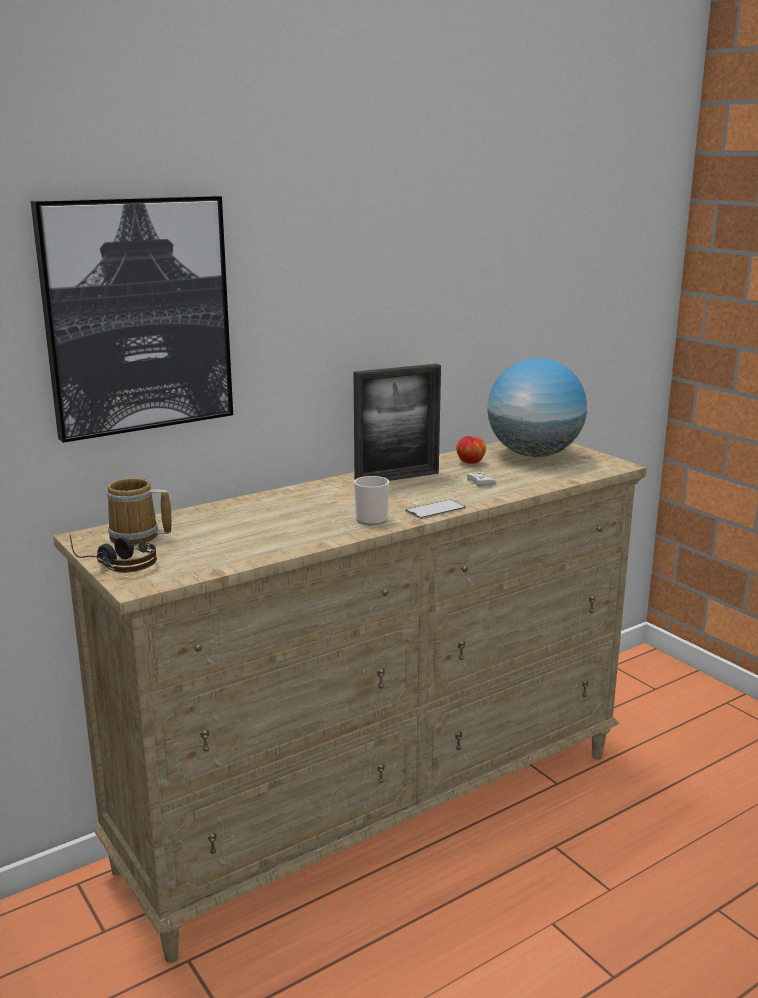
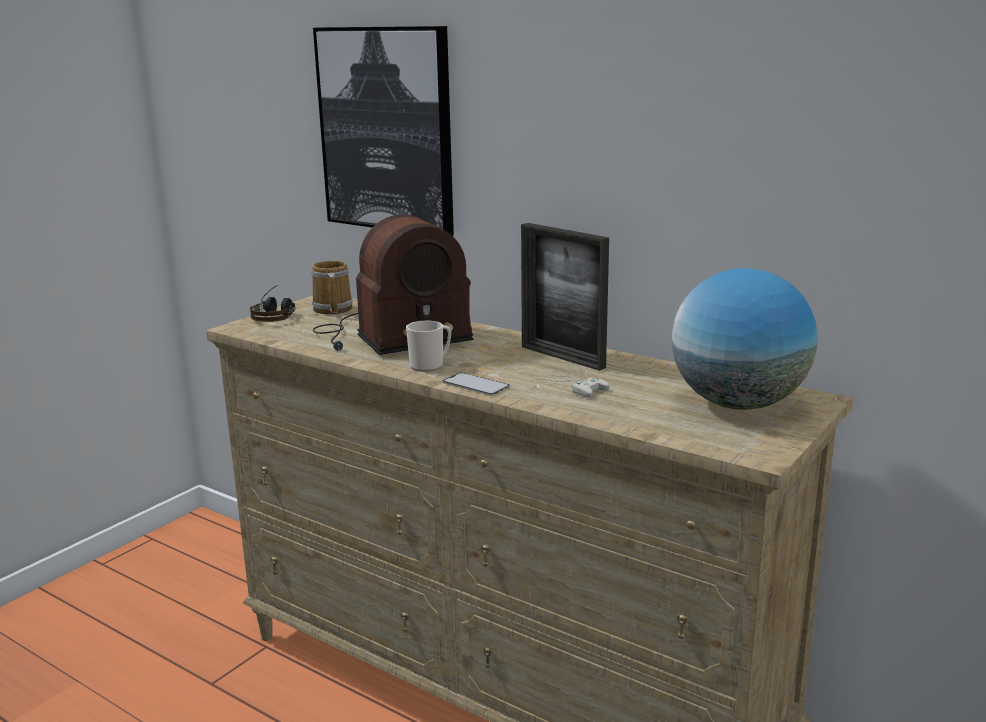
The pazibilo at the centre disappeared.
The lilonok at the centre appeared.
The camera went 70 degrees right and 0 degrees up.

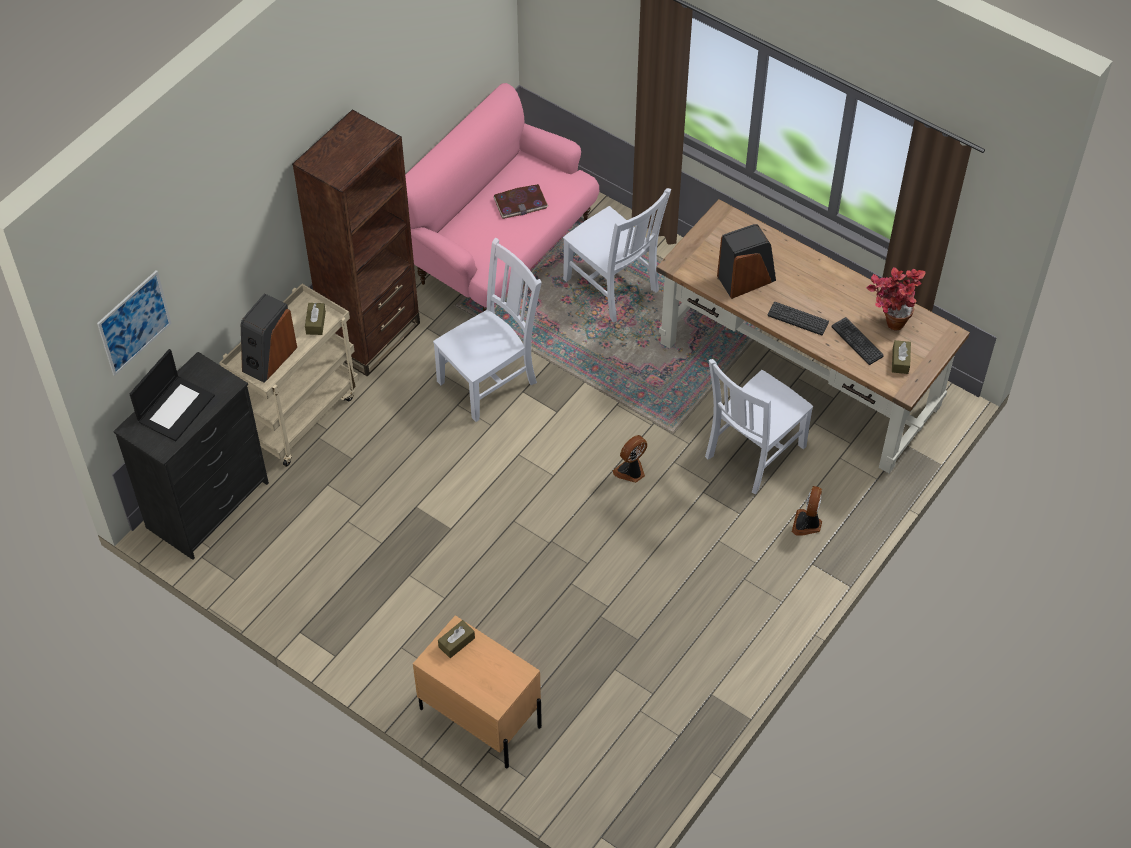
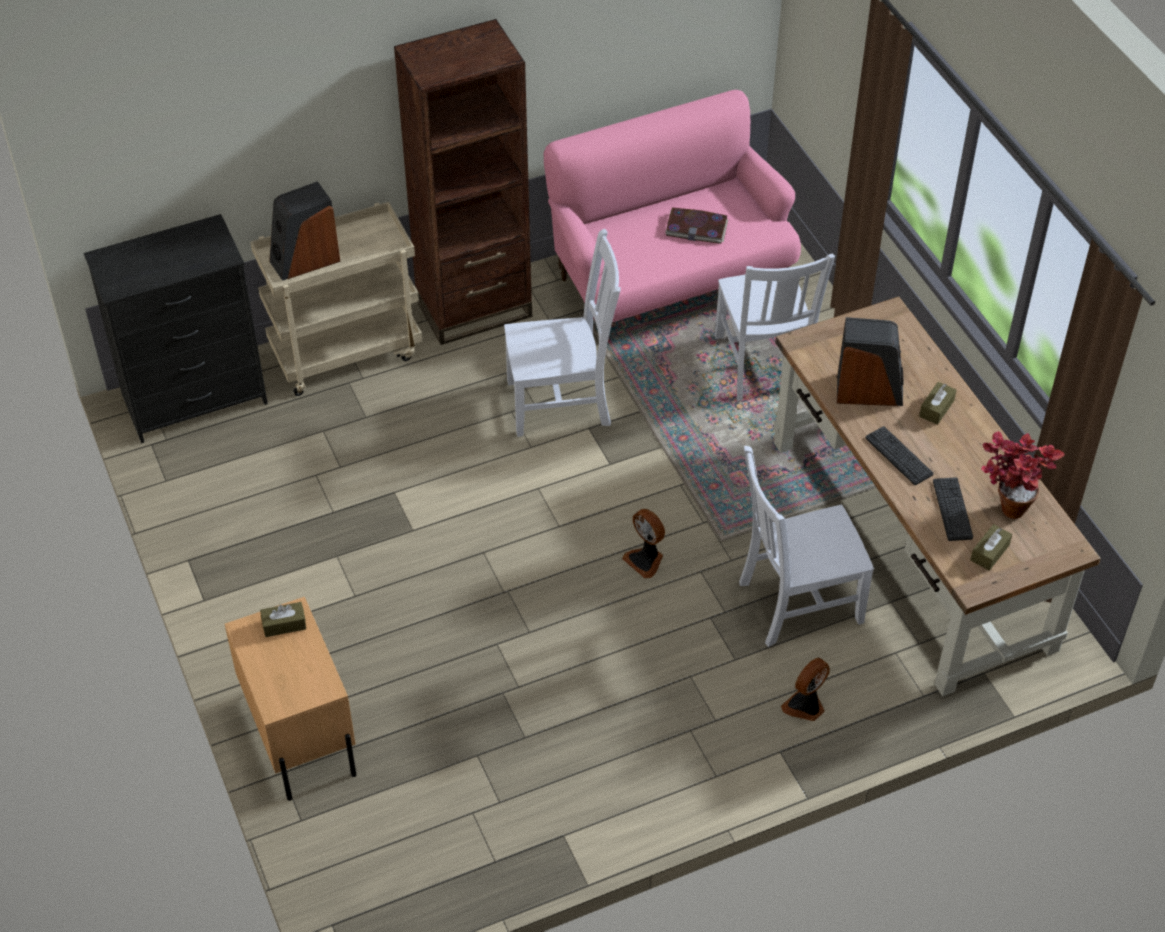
The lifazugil at the middle left disappeared.
The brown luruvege (1st from left in the first image) moved from the middle left to the middle right.
The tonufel at the middle left disappeared.
The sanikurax (1st from left) at the centre turned 120 degrees counterclockwise.
The camera went 30 degrees right and 5 degrees down.

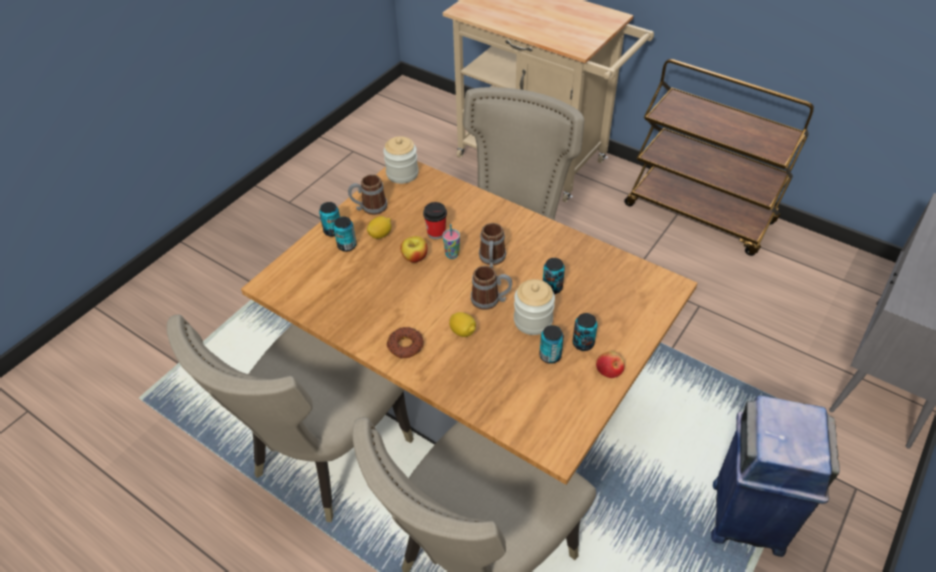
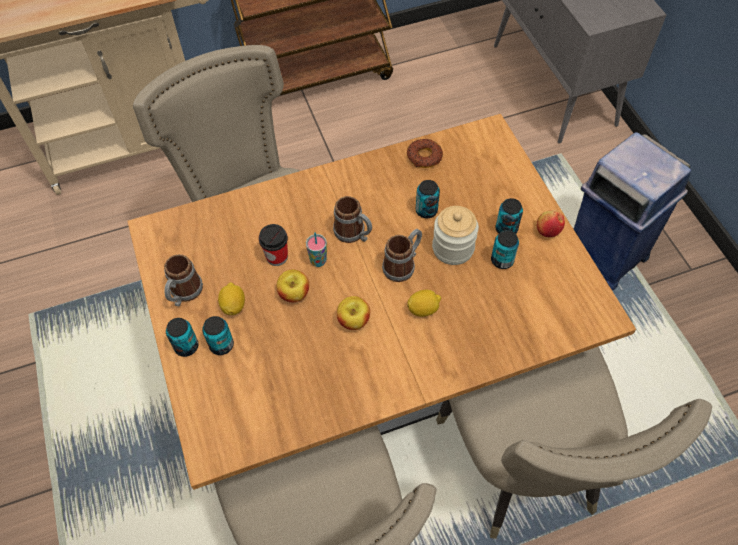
The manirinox (1st from left) at the top centre disappeared.
The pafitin moved from the centre to the top centre.
The pazibilo (2nd from left) at the centre appeared.
The camera went 55 degrees left and 10 degrees up.

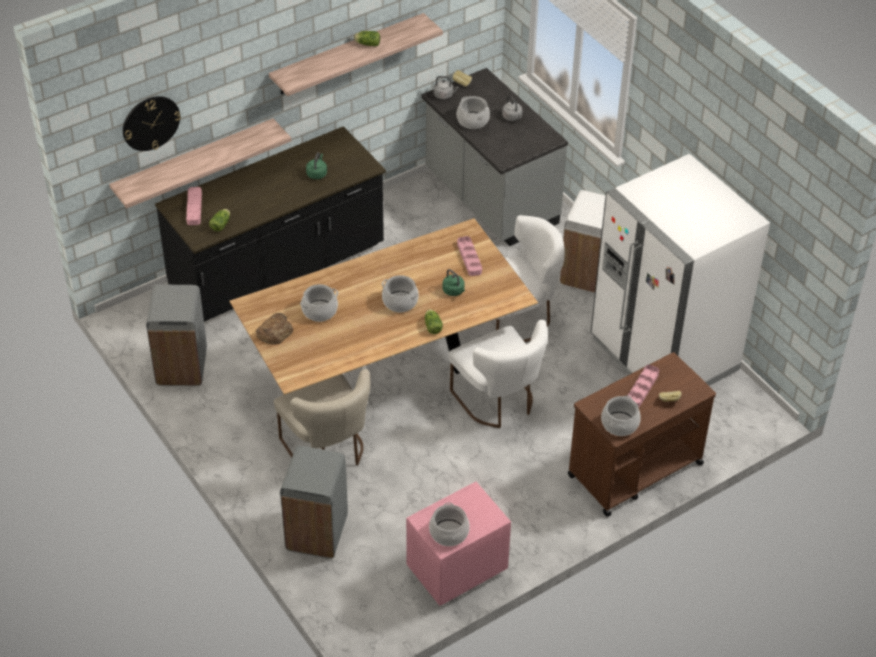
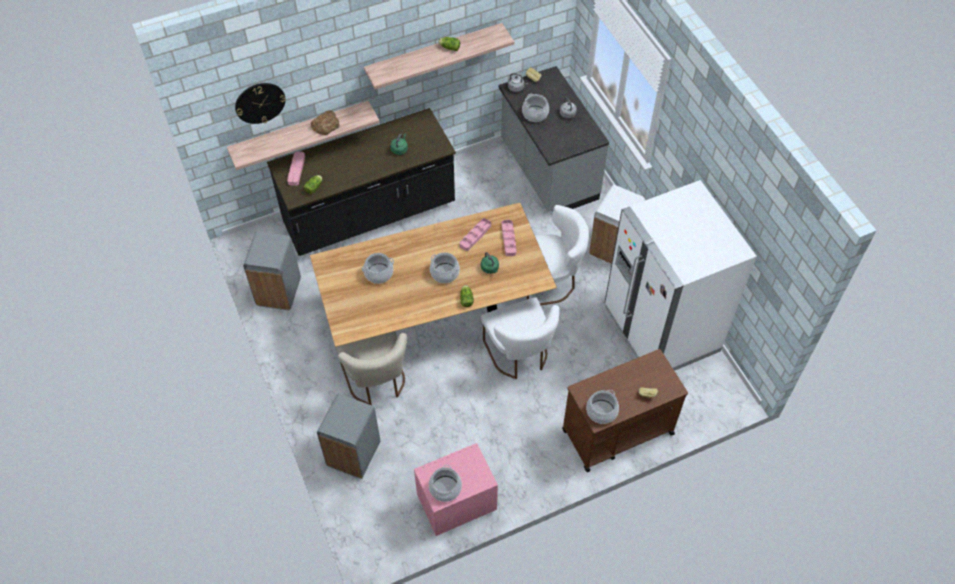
The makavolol (1st from left) moved from the middle left to the top centre.
The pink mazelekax (3rd from left in the first image) moved from the middle right to the centre.
The camera went 10 degrees right and 10 degrees up.

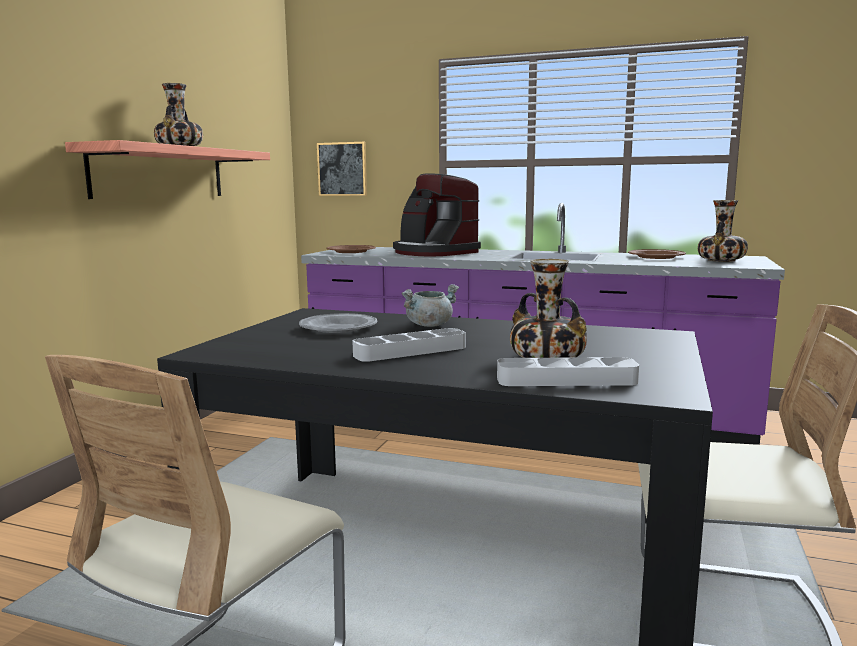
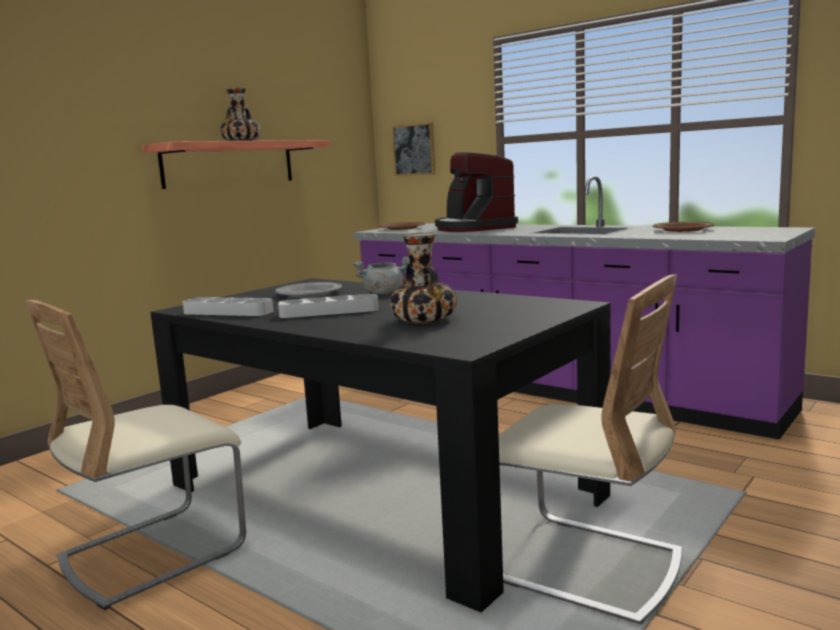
The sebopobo (3rd from left) at the middle right disappeared.
The grey mazelekax (2nd from left in the first image) moved from the centre to the middle left.
The camera went 20 degrees right and 0 degrees up.

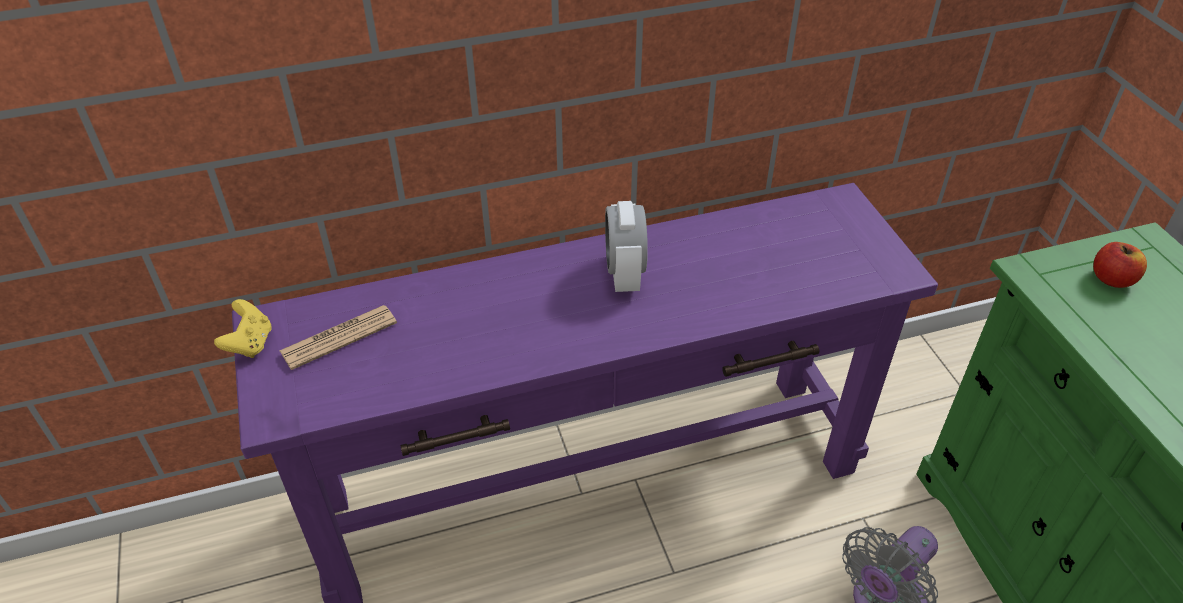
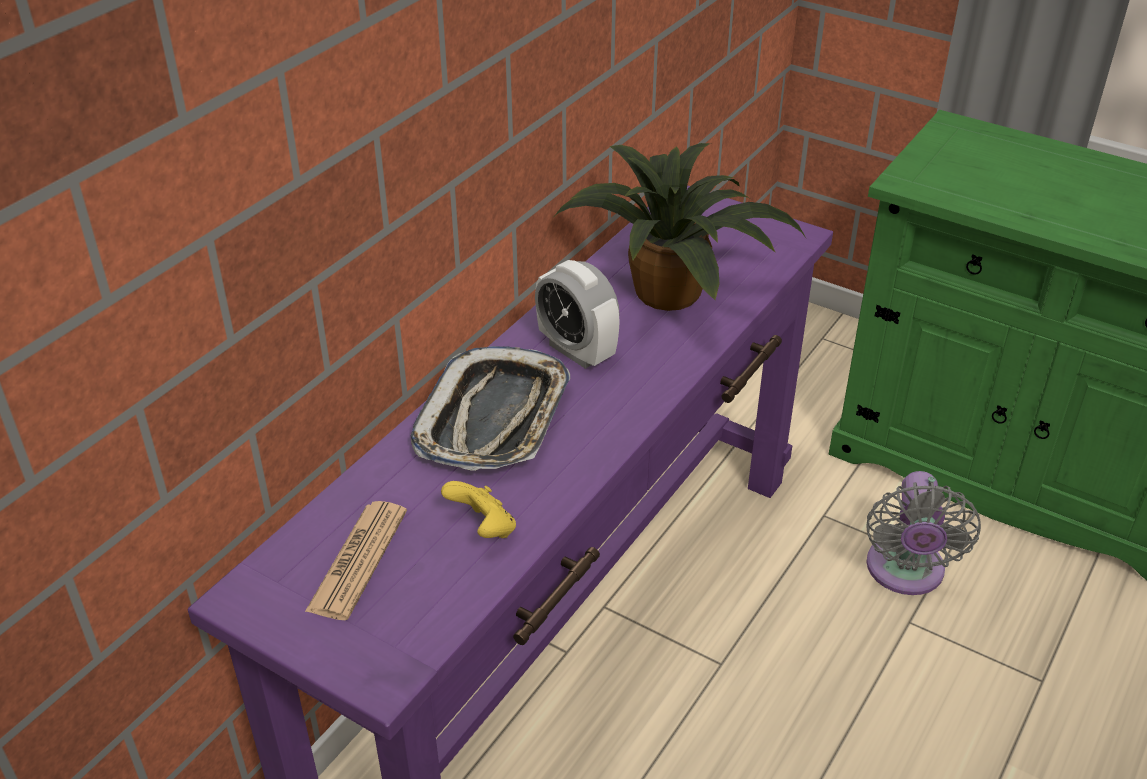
The pazibilo at the middle right disappeared.
The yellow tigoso moved from the middle left to the centre.
The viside at the top centre appeared.
The mazelekax at the centre appeared.
The camera went 40 degrees left and 5 degrees down.

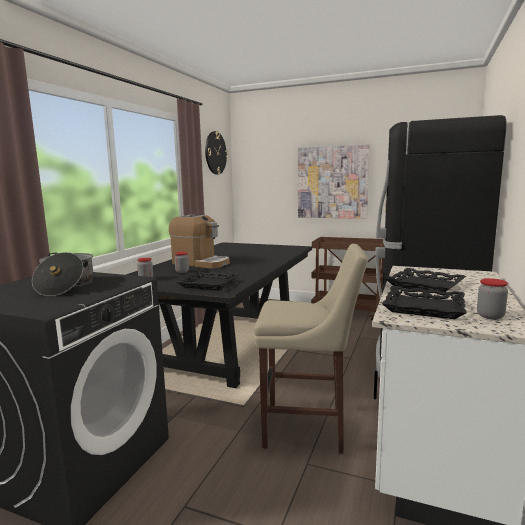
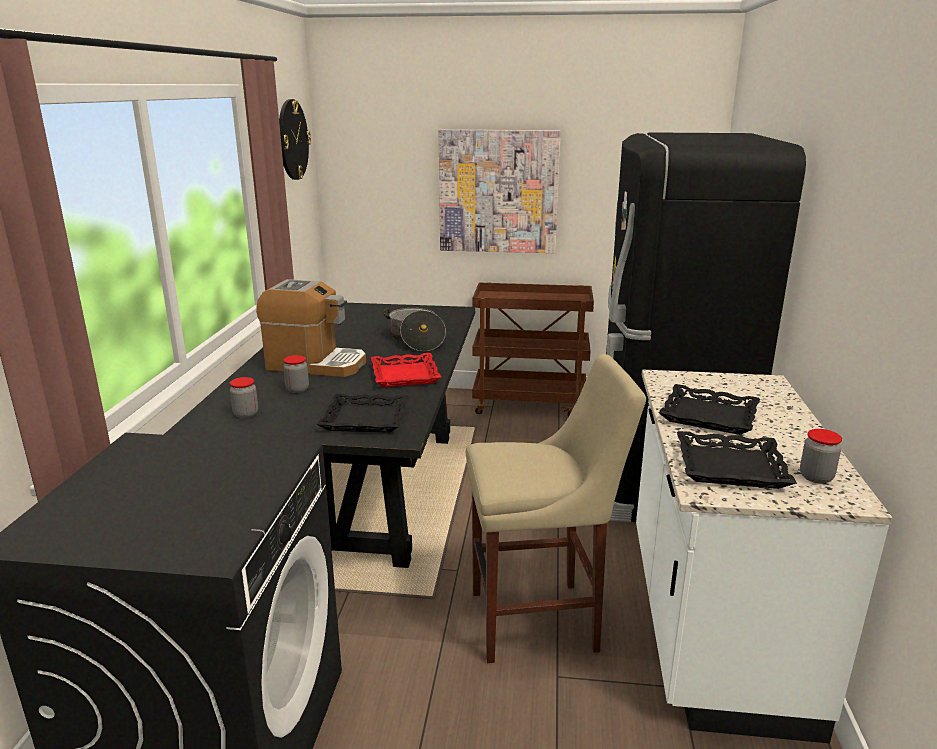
The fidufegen moved from the middle left to the centre.
The red mazelekax at the centre appeared.
The camera went 15 degrees left and 10 degrees up.

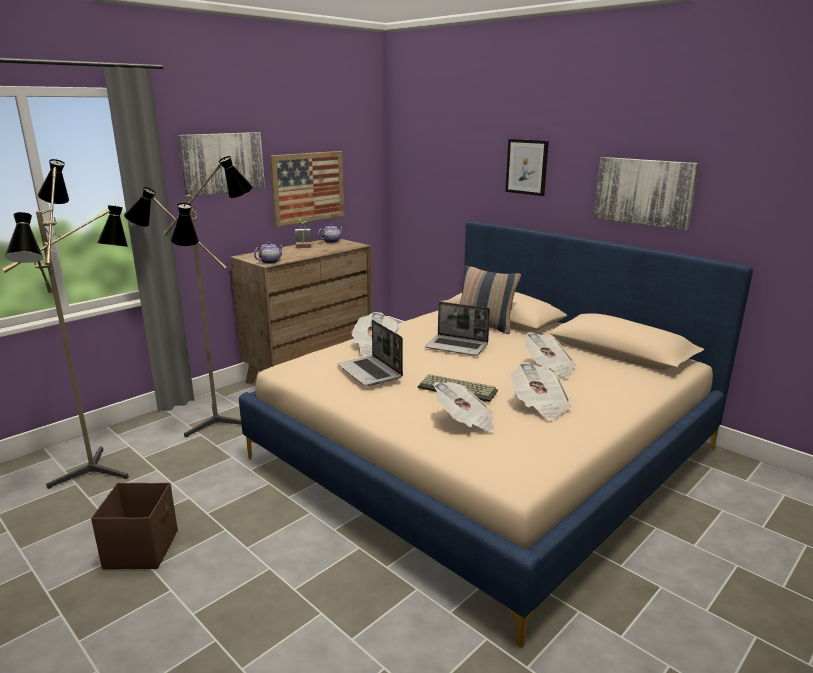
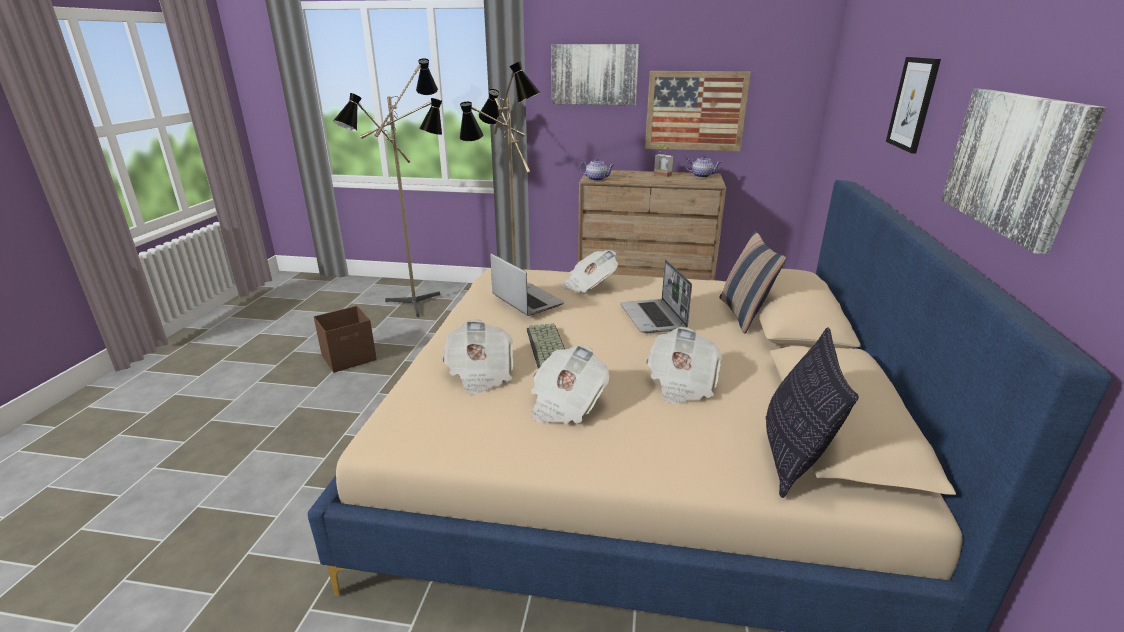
The tonufel (1st from left) at the centre turned 120 degrees clockwise.
The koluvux (2nd from left) at the middle right appeared.
The camera went 55 degrees right and 5 degrees up.

